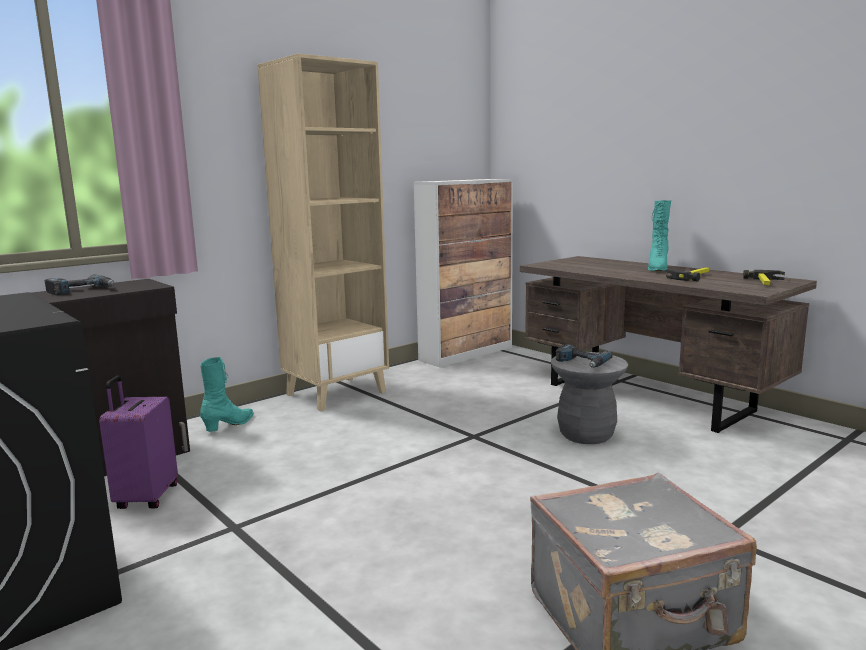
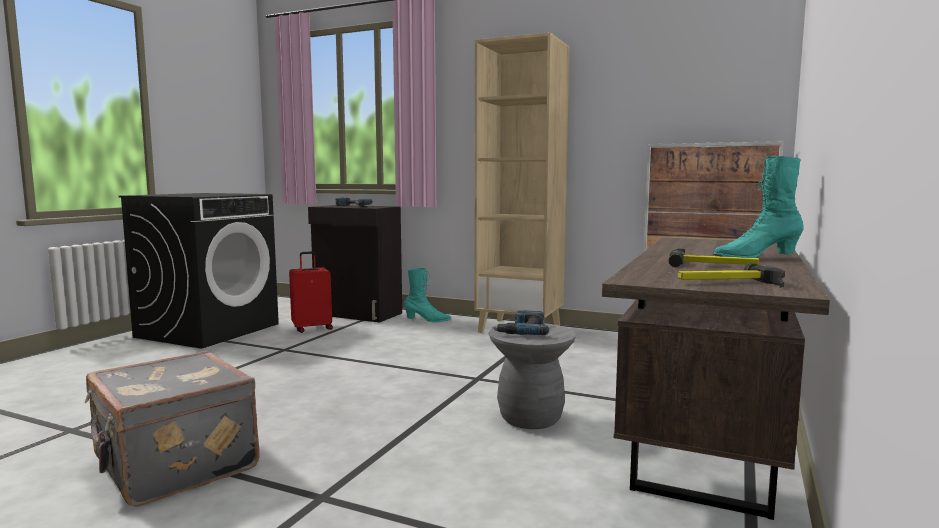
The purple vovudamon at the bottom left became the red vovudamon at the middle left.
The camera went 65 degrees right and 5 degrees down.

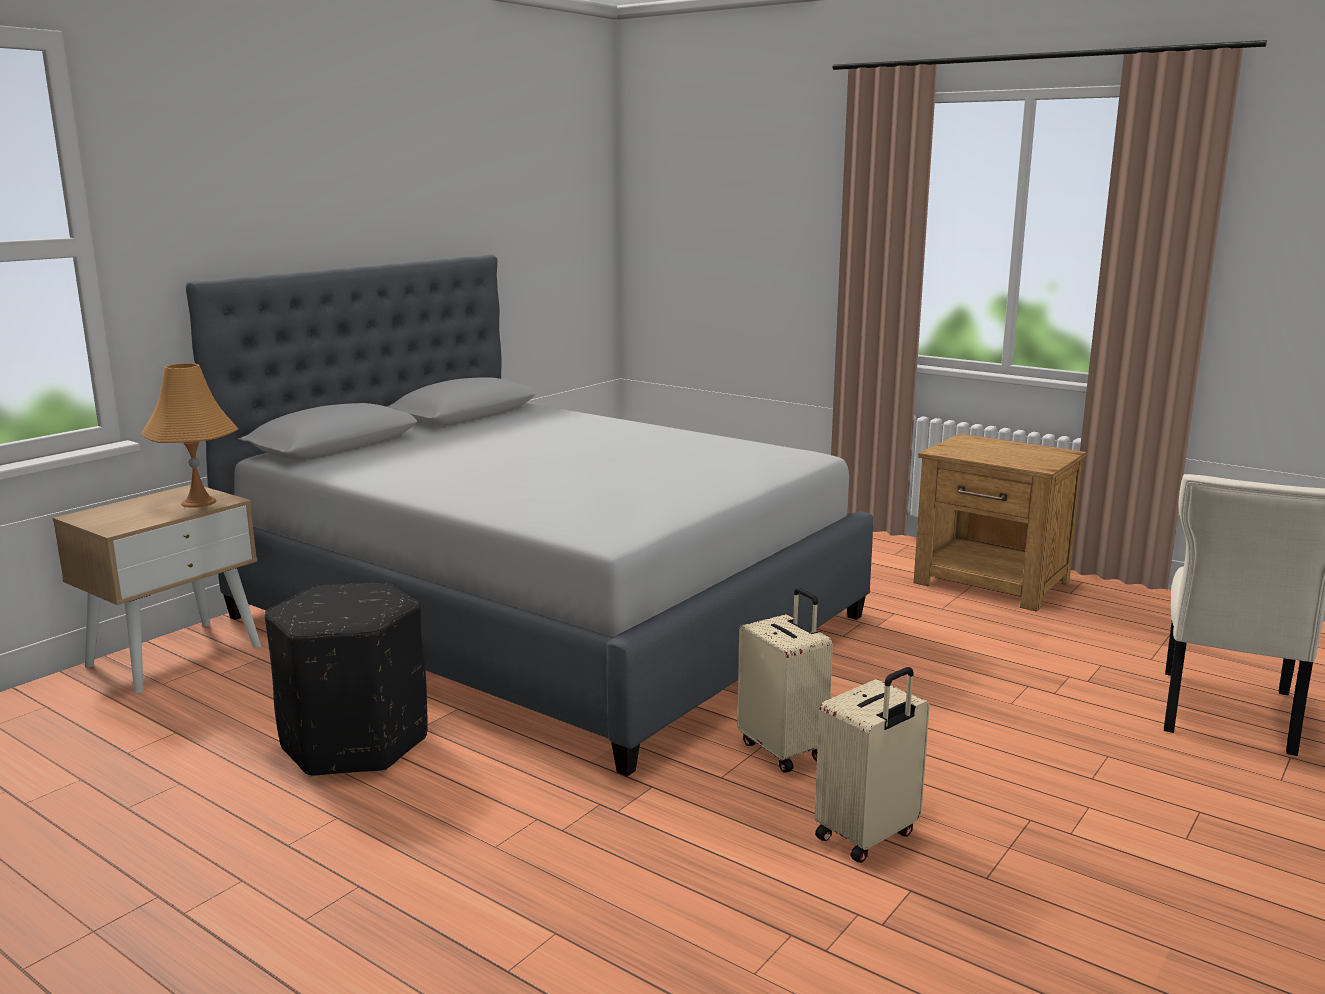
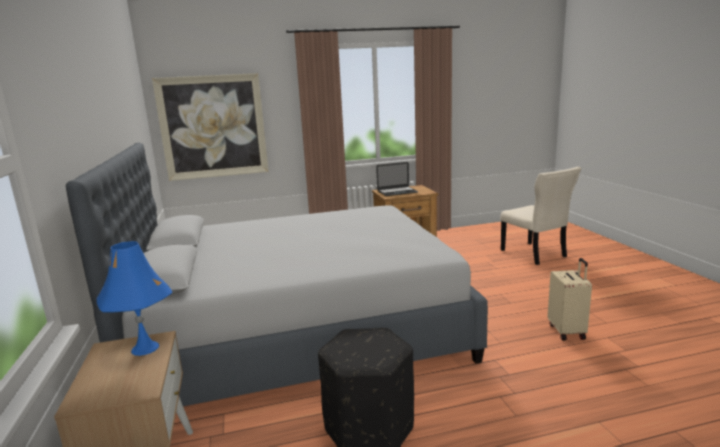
The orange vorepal at the middle left became the blue vorepal at the bottom left.
The beige vovudamon (1st from left) at the bottom centre disappeared.
The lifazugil at the top left appeared.
The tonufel at the centre appeared.
The camera went 50 degrees left and 0 degrees up.

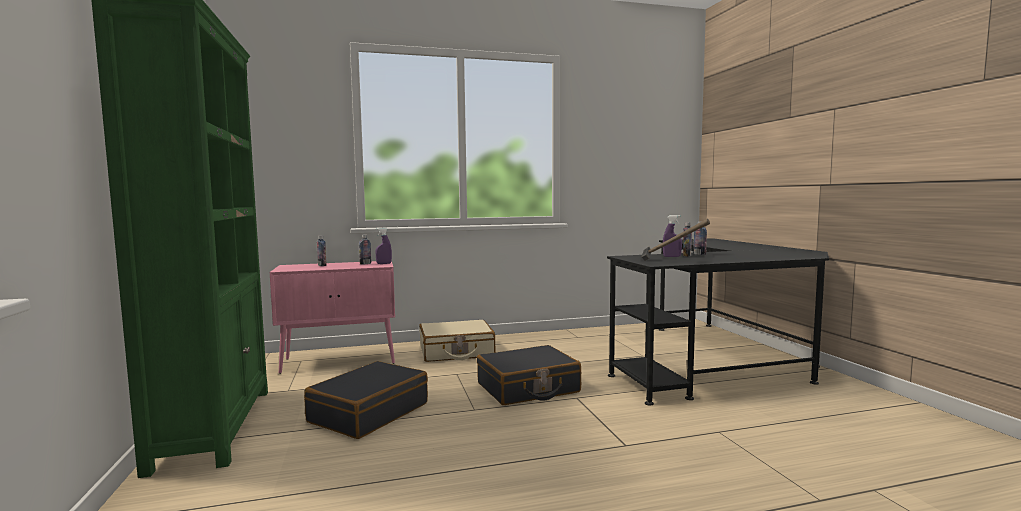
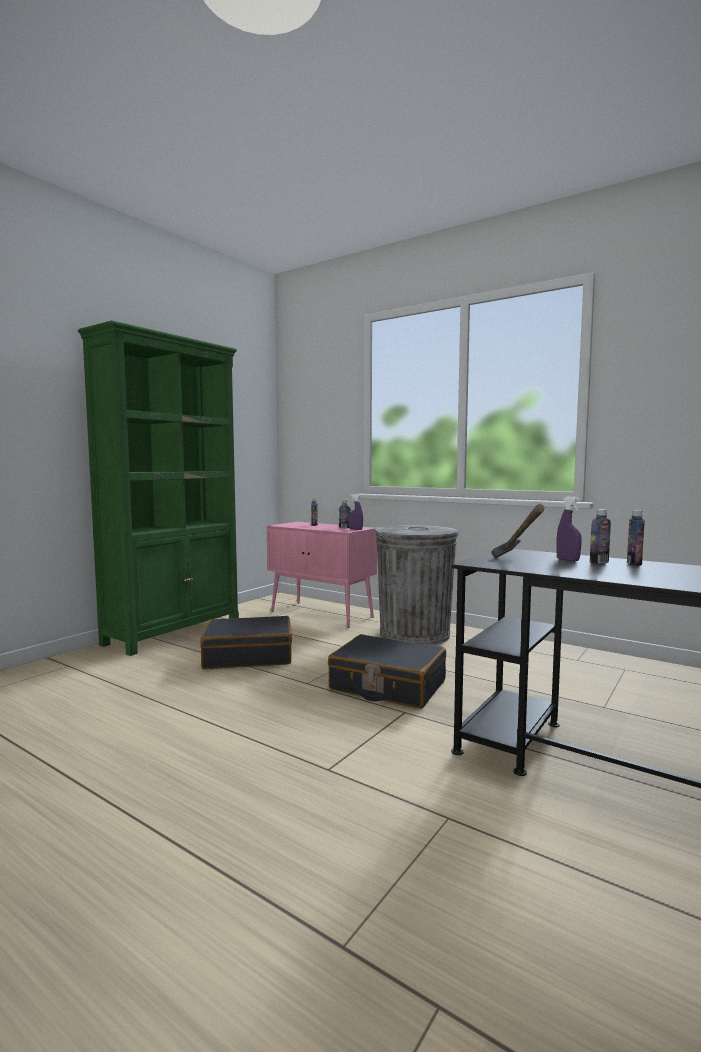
The beige vovudamon at the bottom centre was replaced by the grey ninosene at the centre.
The camera went 50 degrees right and 0 degrees up.

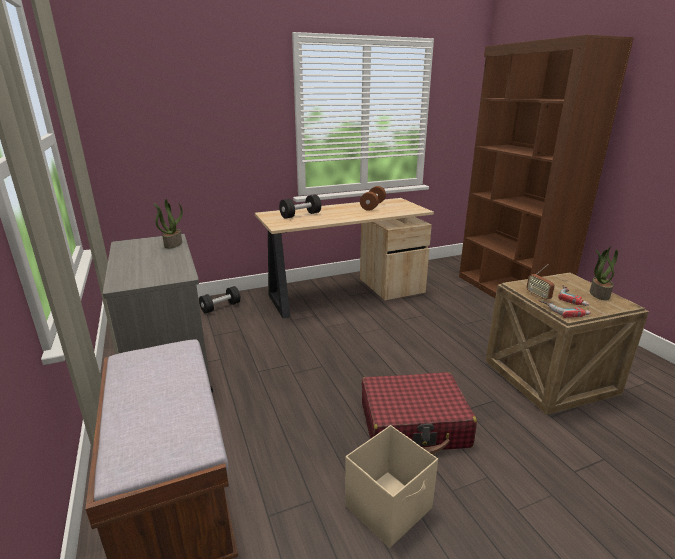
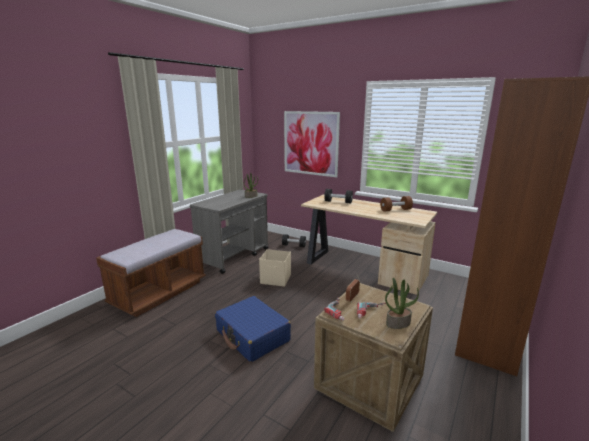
The red vovudamon at the bottom centre became the blue vovudamon at the bottom centre.
The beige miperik moved from the bottom centre to the centre.
The lifazugil at the top centre appeared.
The camera went 55 degrees right and 5 degrees down.

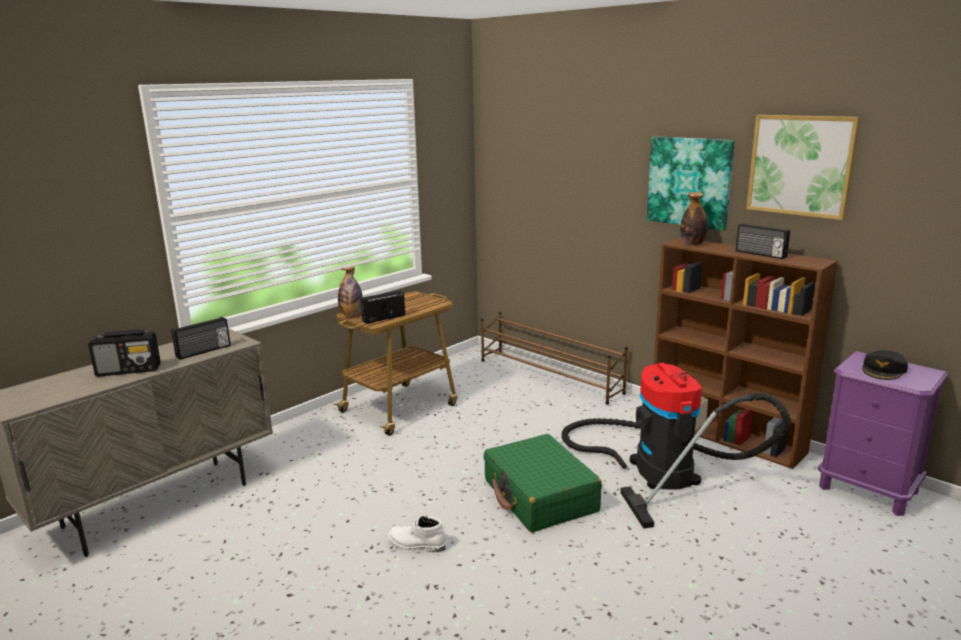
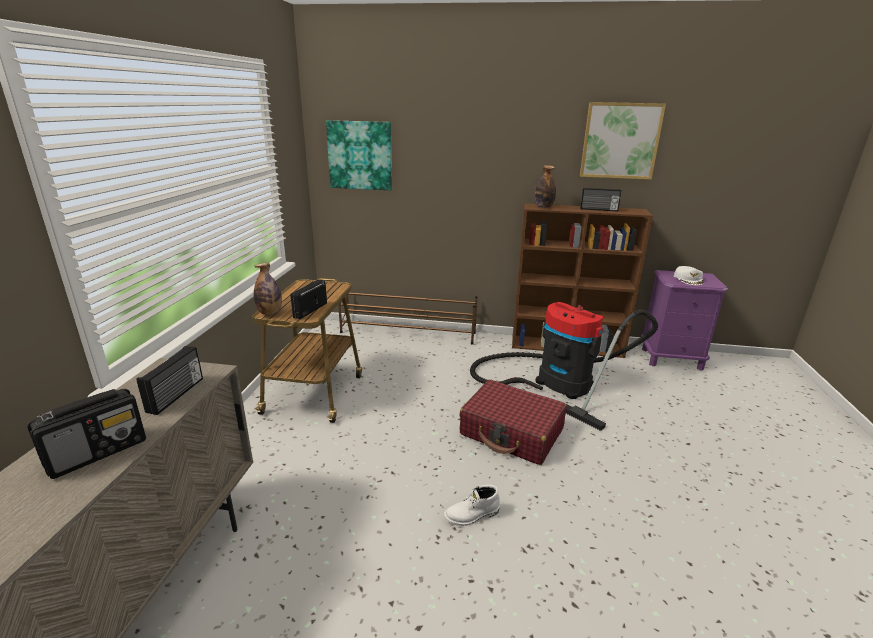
The lifazugil (1st from left) moved from the top right to the top centre.
The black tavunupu at the middle right became the white tavunupu at the middle right.
The green vovudamon at the bottom centre became the red vovudamon at the centre.
The camera went 35 degrees left and 5 degrees up.

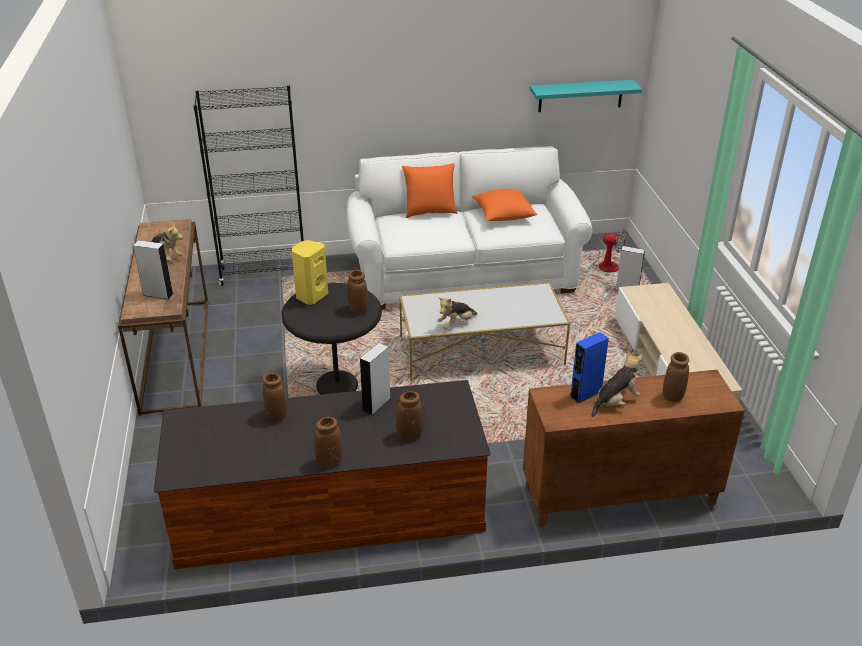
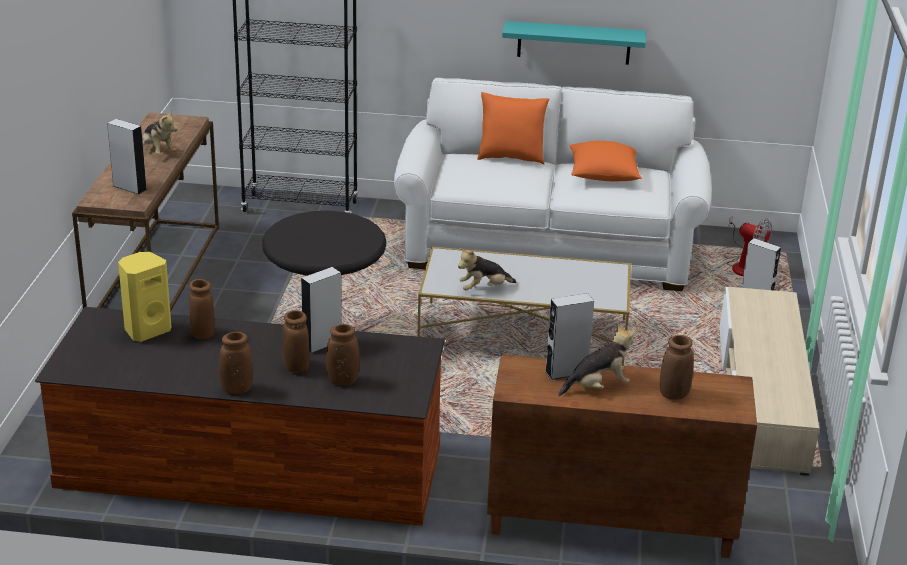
The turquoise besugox moved from the top right to the top centre.
The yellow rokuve moved from the centre to the middle left.
The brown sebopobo (3rd from left) moved from the centre to the middle left.
The blue rokuve at the middle right became the grey rokuve (3rd from left) at the centre.
The camera went 15 degrees right and 5 degrees down.

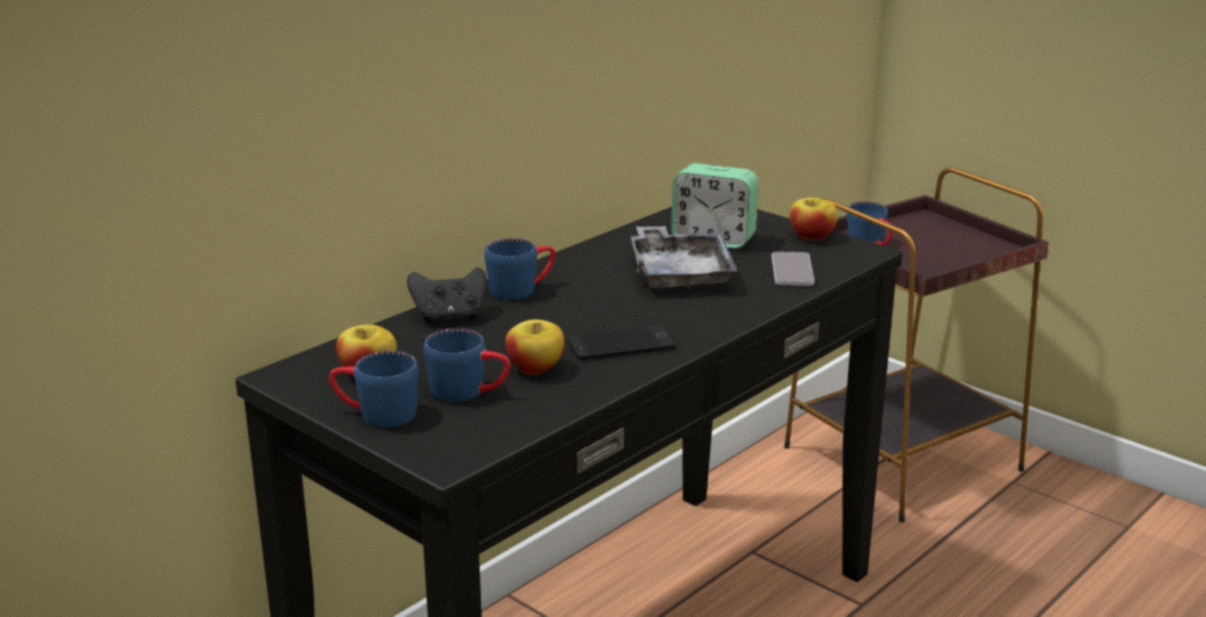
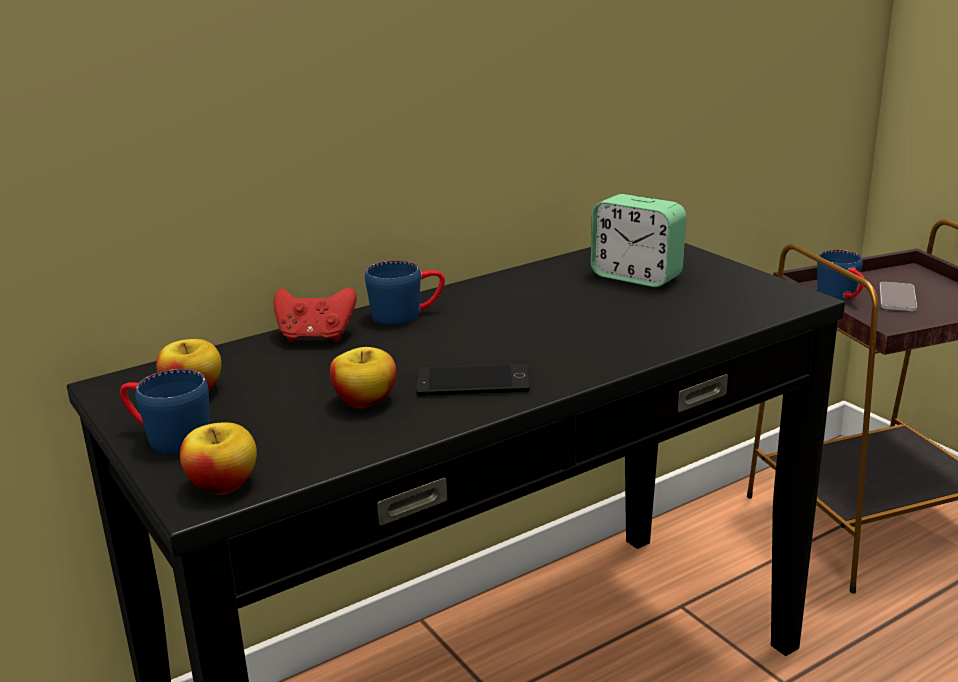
The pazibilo (3rd from left in the first image) moved from the middle right to the bottom left.
The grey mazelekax at the centre disappeared.
The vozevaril (2nd from left) moved from the centre to the middle right.
The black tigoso at the centre became the red tigoso at the middle left.
The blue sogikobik (2nd from left) at the centre disappeared.
The camera went 15 degrees right and 0 degrees up.

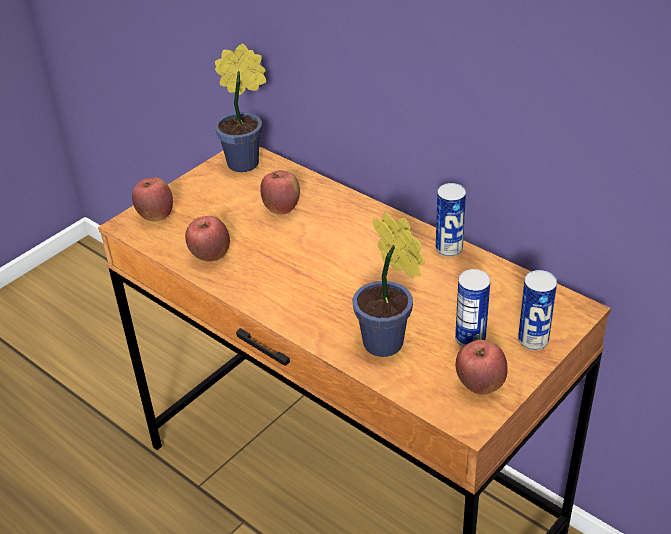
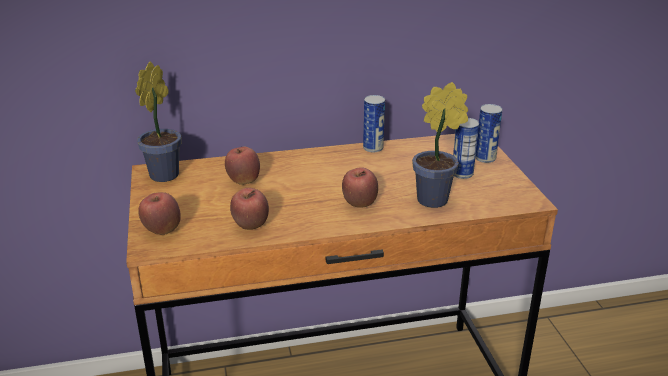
The pazibilo (4th from left) moved from the bottom right to the centre.
The camera went 55 degrees left and 10 degrees down.

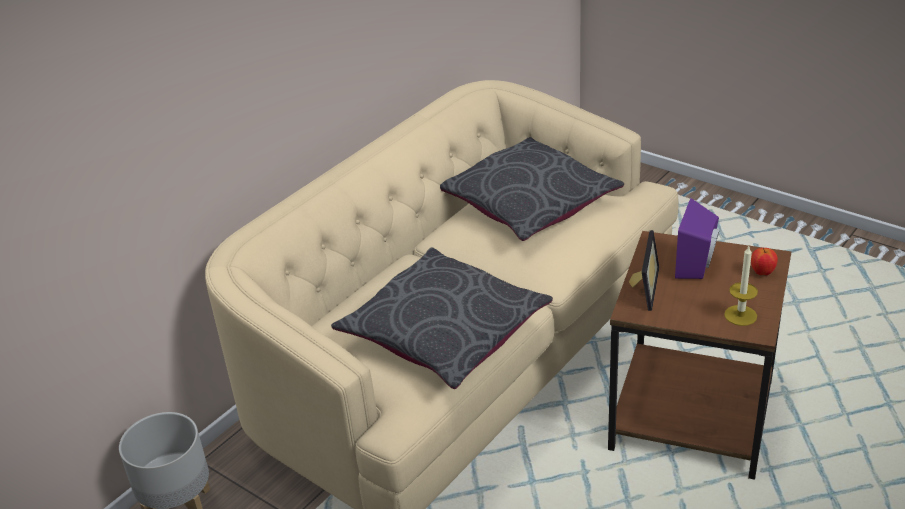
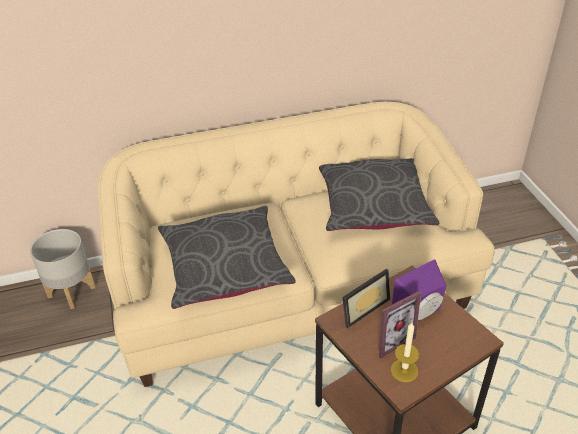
The pazibilo at the middle right disappeared.
The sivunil (2nd from left) at the bottom right appeared.
The camera went 35 degrees right and 5 degrees up.

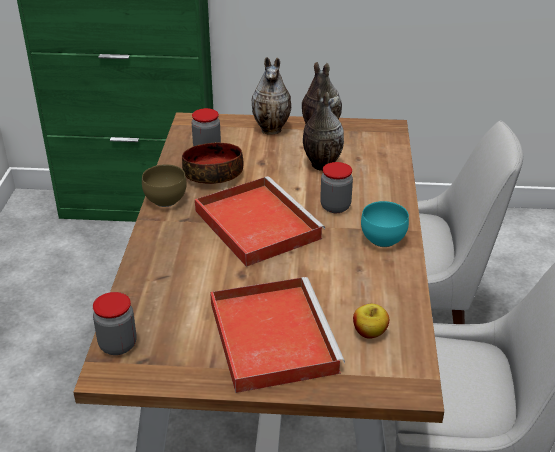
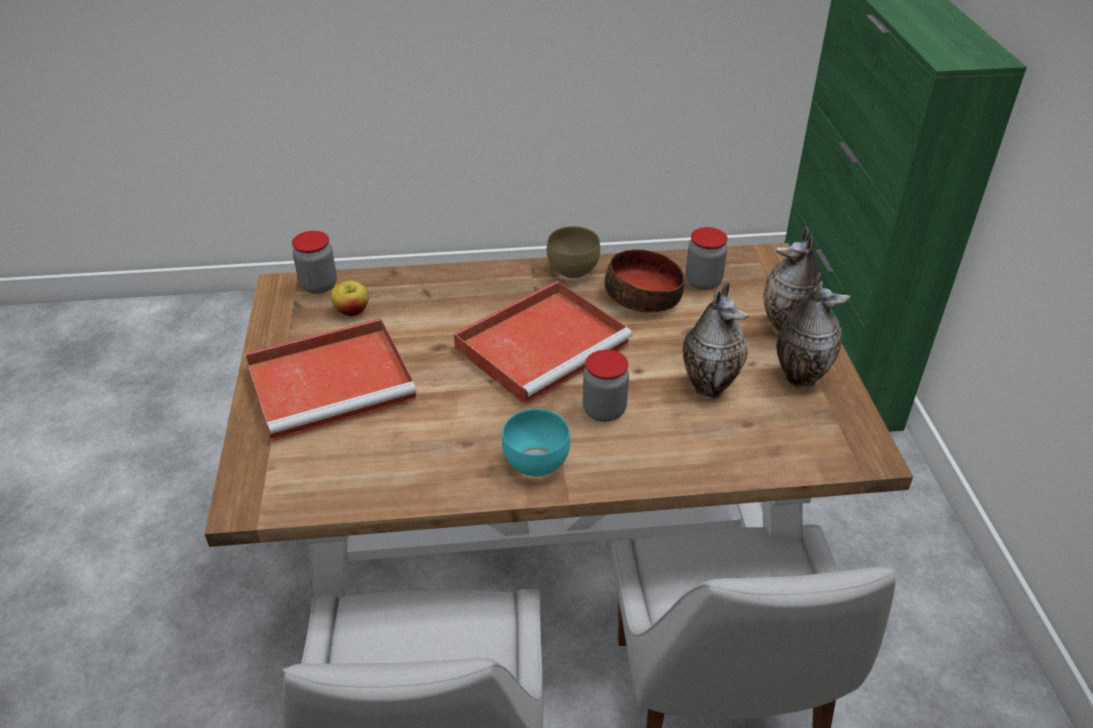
The pazibilo moved from the bottom right to the middle left.
The camera went 80 degrees right and 5 degrees up.

